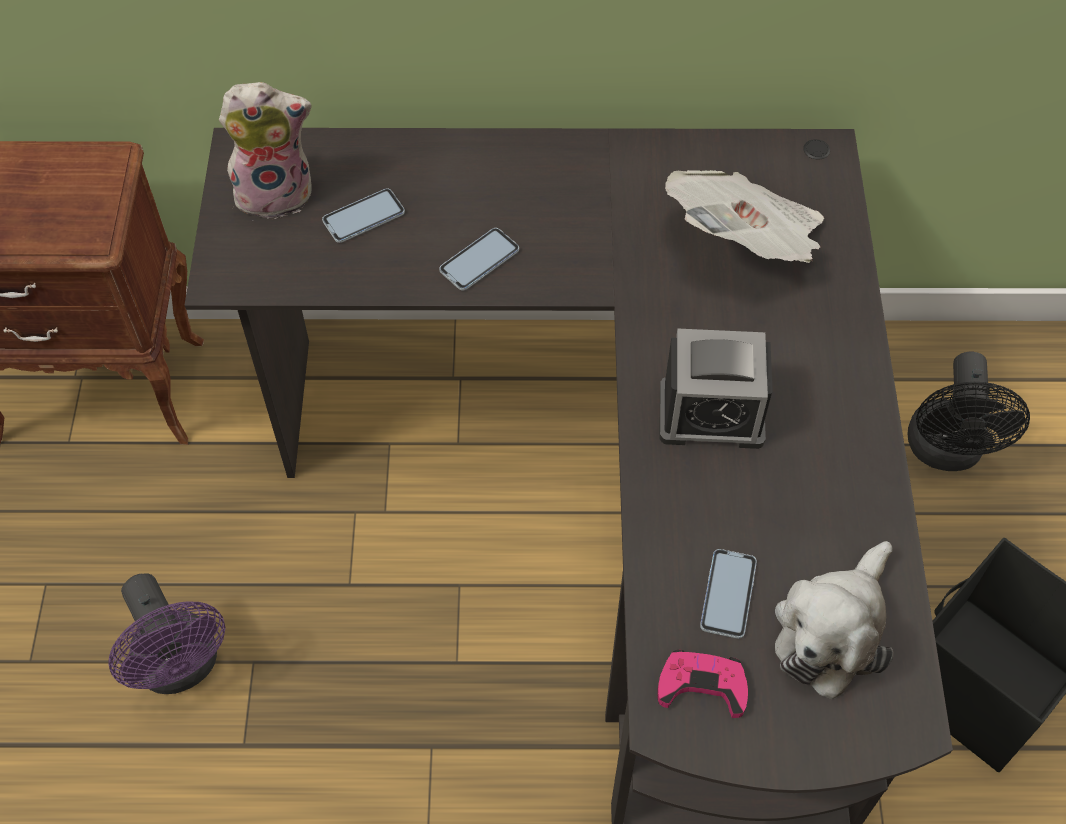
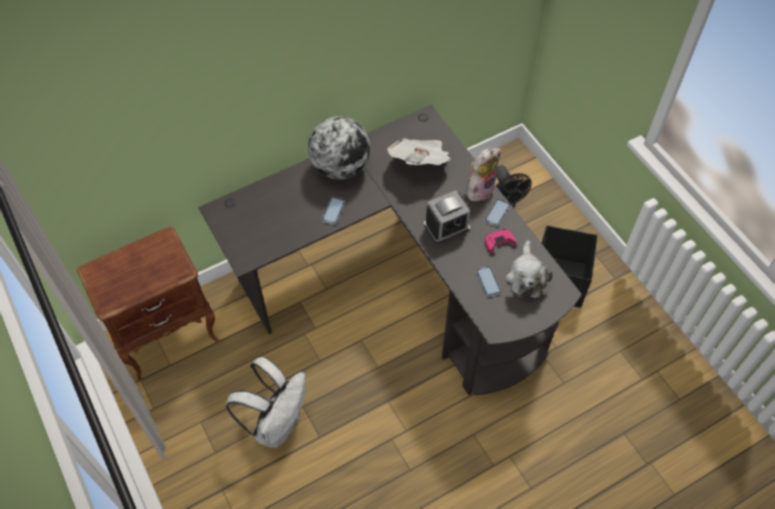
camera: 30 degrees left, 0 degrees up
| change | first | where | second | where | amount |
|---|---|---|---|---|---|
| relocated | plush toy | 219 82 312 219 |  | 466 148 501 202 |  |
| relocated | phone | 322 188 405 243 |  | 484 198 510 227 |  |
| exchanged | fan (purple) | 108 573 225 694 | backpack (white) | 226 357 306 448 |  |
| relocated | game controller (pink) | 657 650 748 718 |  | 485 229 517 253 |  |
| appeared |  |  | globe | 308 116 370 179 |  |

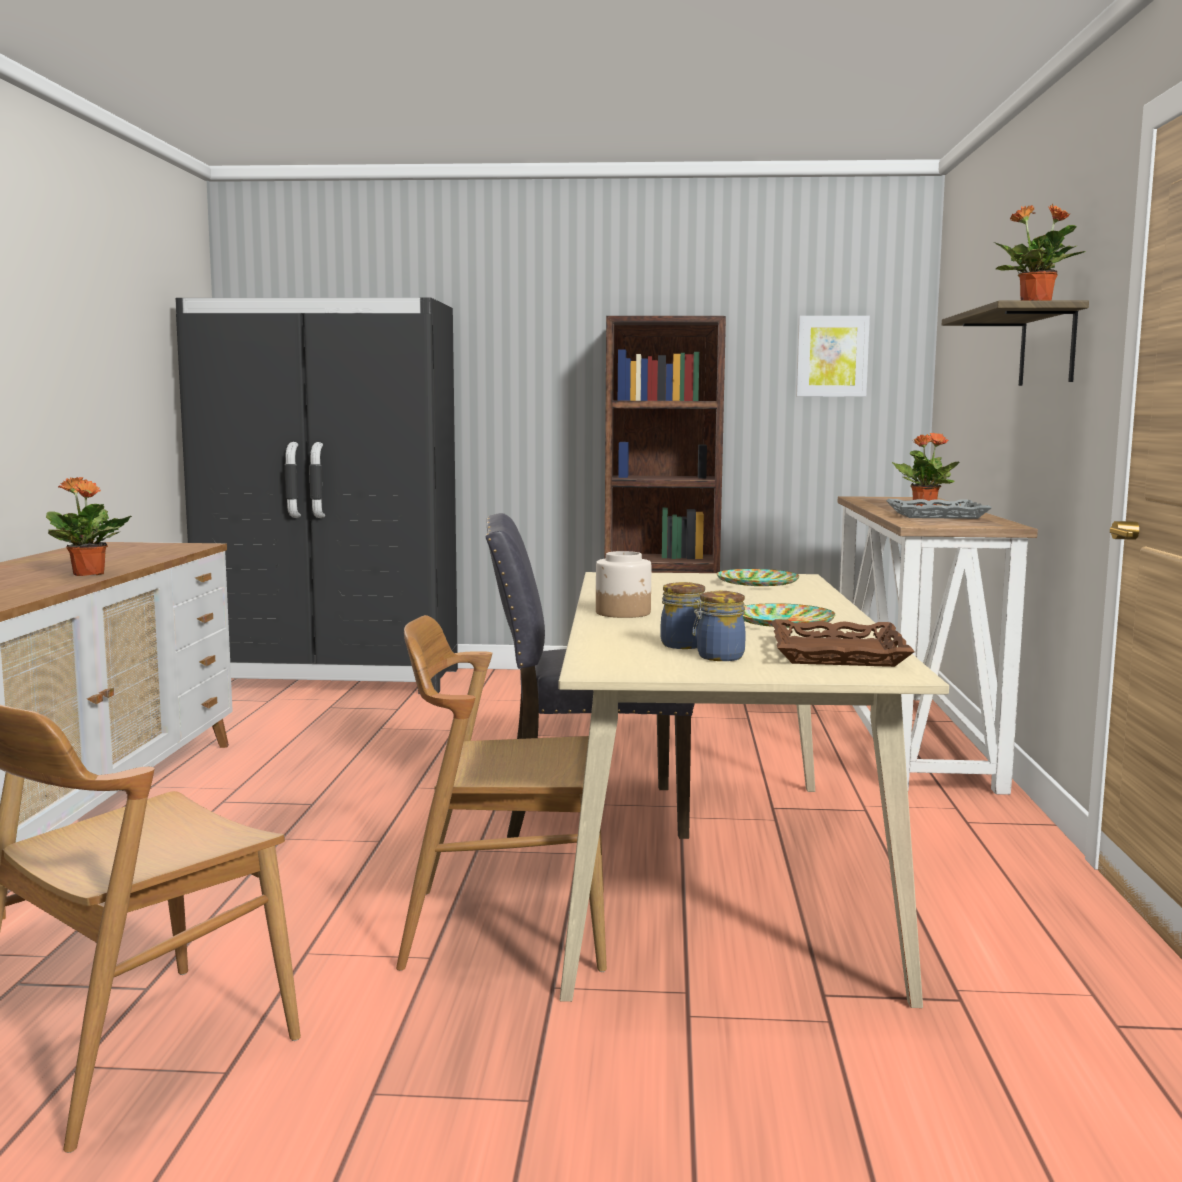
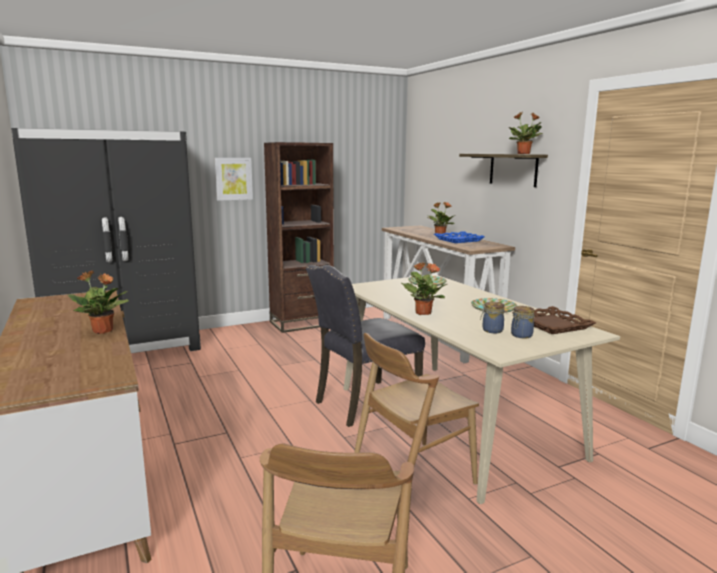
camera: 30 degrees left, 5 degrees up
| change | first | where | second | where | amount |
|---|---|---|---|---|---|
| relocated | picture | 796 316 870 397 |  | 214 158 253 201 |  |
| colour | tray (grey) | 886 499 992 519 | tray (blue) | 434 231 485 243 |  |
| exchanged | jar | 596 551 651 618 | potted plant | 401 262 447 315 |  |

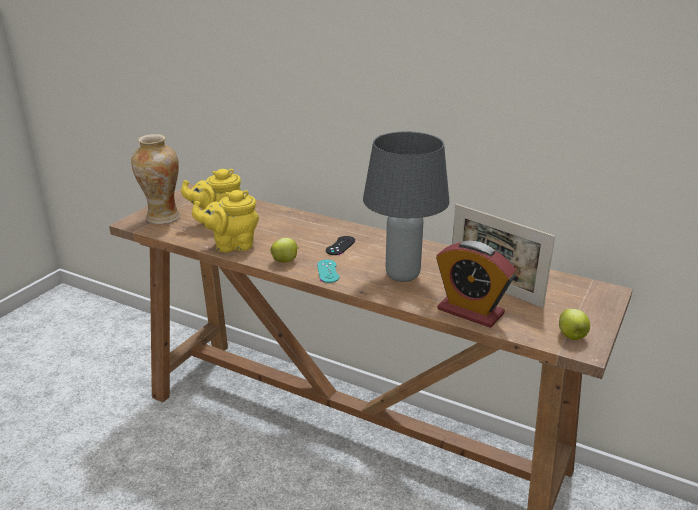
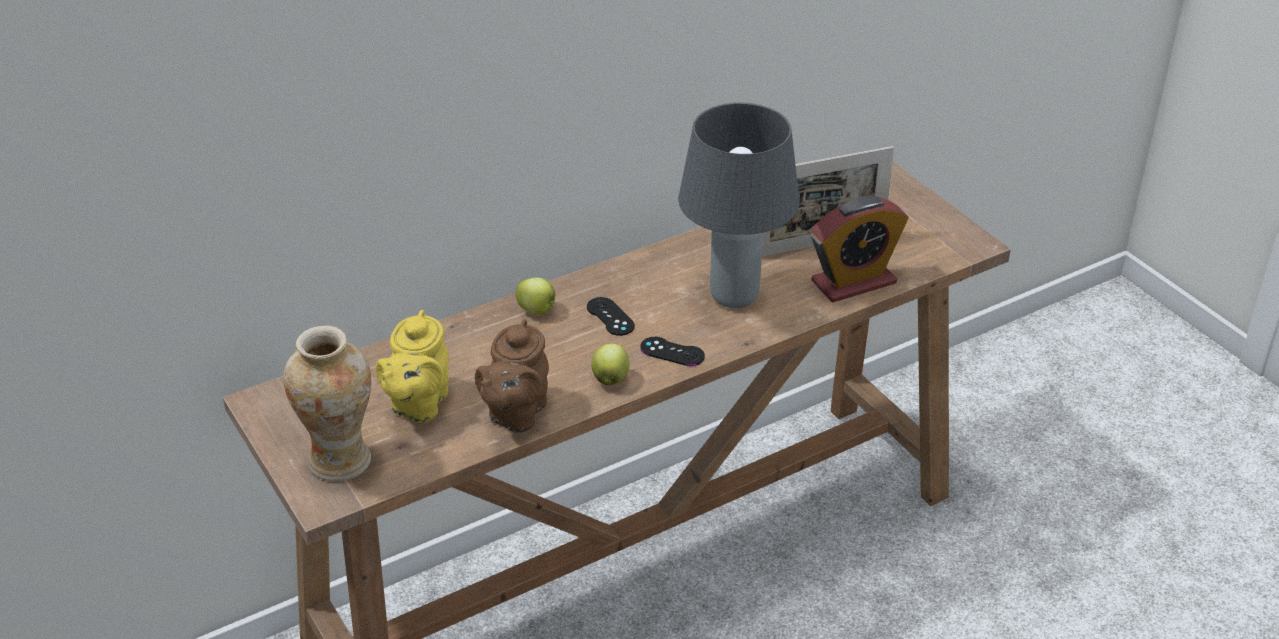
camera: 60 degrees left, 10 degrees up
| change | first | where | second | where | amount |
|---|---|---|---|---|---|
| colour | teapot (yellow) | 192 190 259 252 | teapot (brown) | 475 319 549 433 |  |
| colour | game controller (turquoise) | 317 260 339 283 | game controller (black) | 640 337 705 366 |  |
| relocated | apple | 559 309 590 340 |  | 515 278 555 314 |  |

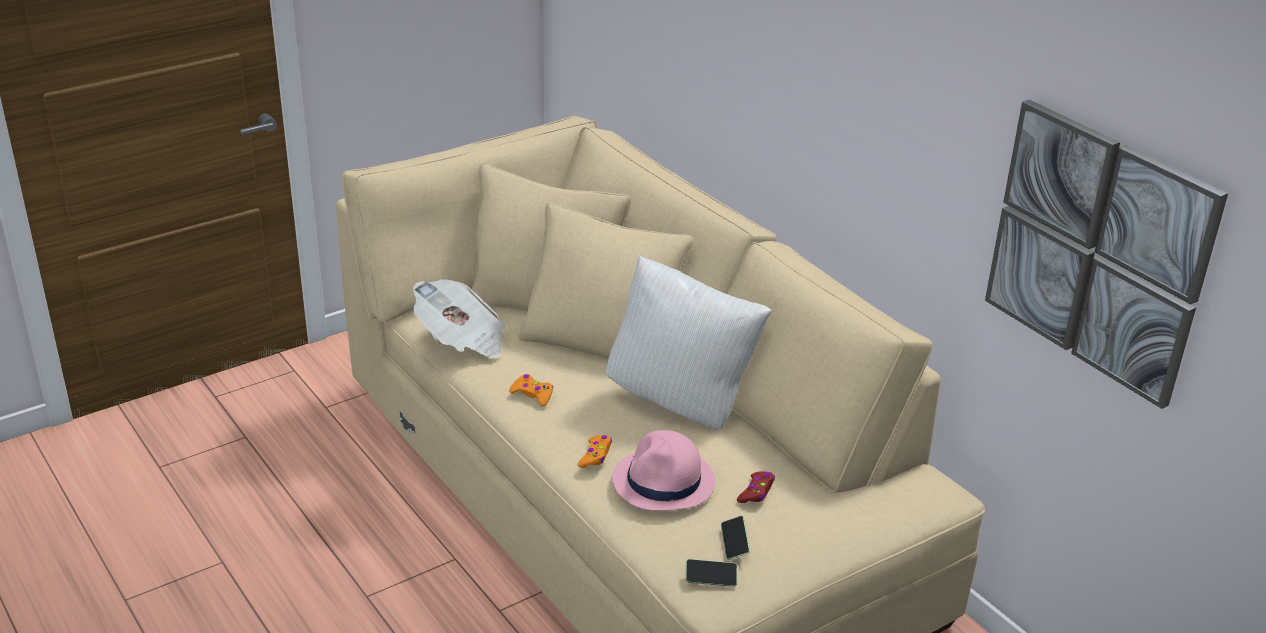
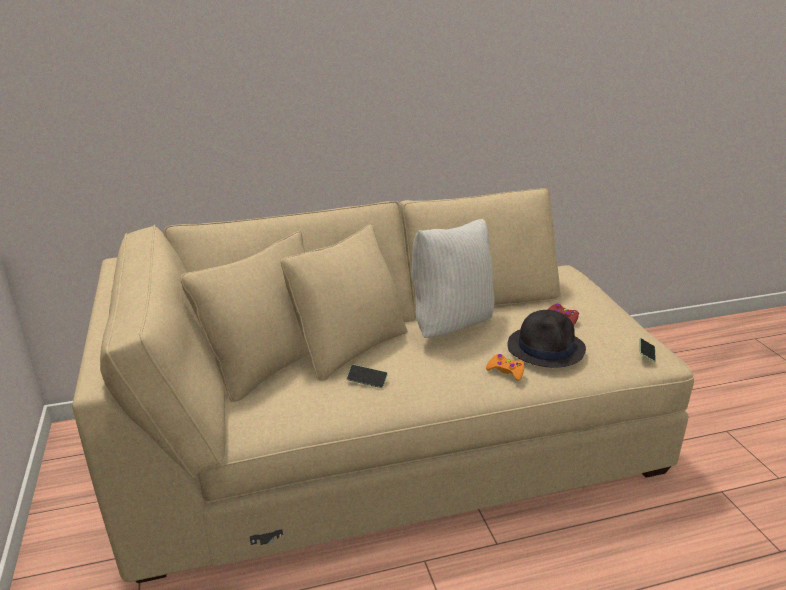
camera: 70 degrees left, 5 degrees down
| change | first | where | second | where | amount |
|---|---|---|---|---|---|
| missing | picture | 985 100 1228 409 |  |  |  |
| missing | newspaper | 413 279 506 359 |  |  |  |
| missing | game controller (orange) | 509 374 554 407 |  |  |  |
| colour | hat (pink) | 612 430 715 511 | hat (black) | 508 310 586 368 |  |
| relocated | phone | 721 516 750 560 |  | 347 364 388 388 |  |

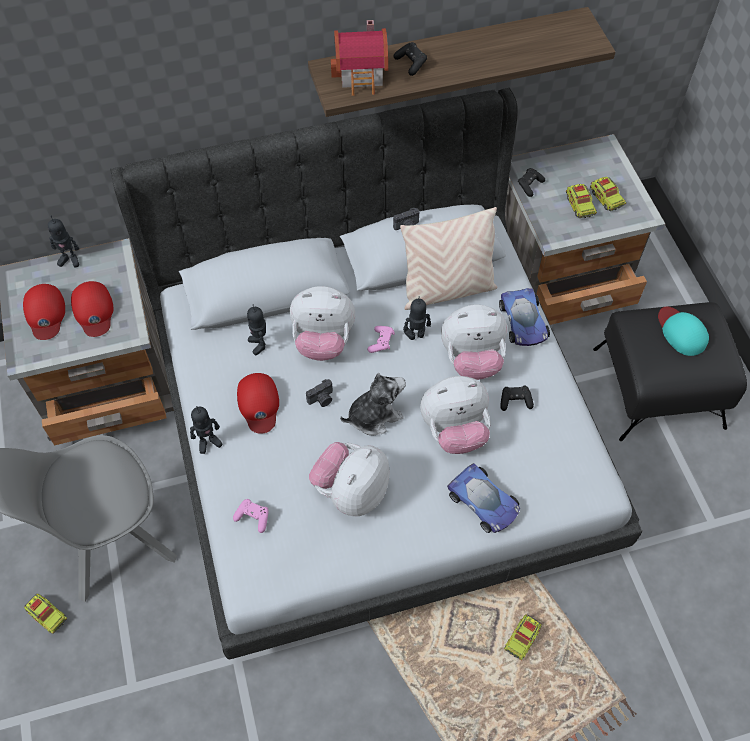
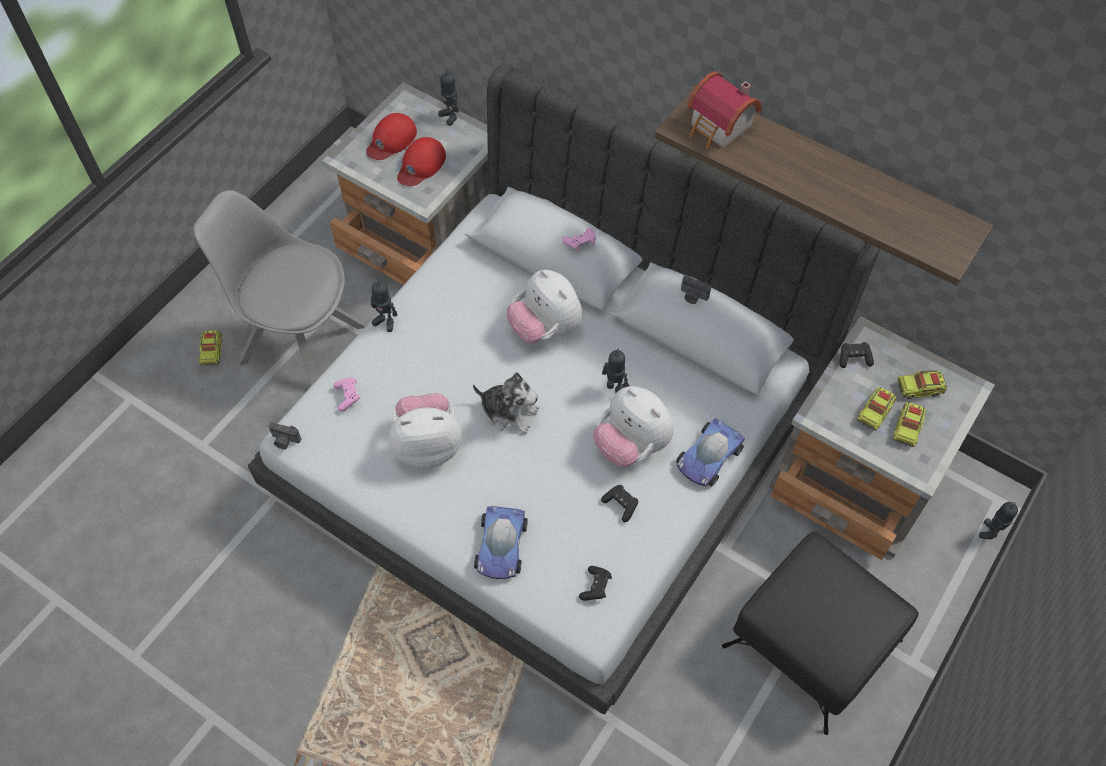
camera: 50 degrees right, 0 degrees up
| change | first | where | second | where | amount |
|---|---|---|---|---|---|
| relocated | game controller (black) | 393 42 427 76 |  | 579 566 612 601 |  |
| missing | pillow (beige) | 400 207 498 310 |  |  |  |
| relocated | toy robot | 247 305 266 355 |  | 979 502 1018 539 |  |
| missing | cap (turquoise) | 658 307 709 356 |  |  |  |
| relocated | game controller (pink) | 367 326 395 353 |  | 562 228 596 251 |  |
| missing | cap (red) | 237 373 279 434 |  |  |  |
| missing | plush toy | 420 376 491 454 |  |  |  |
| relocated | photo camera | 306 379 333 407 |  | 268 422 301 449 |  |
| relocated | toy truck | 504 614 542 661 |  | 897 370 947 399 |  |

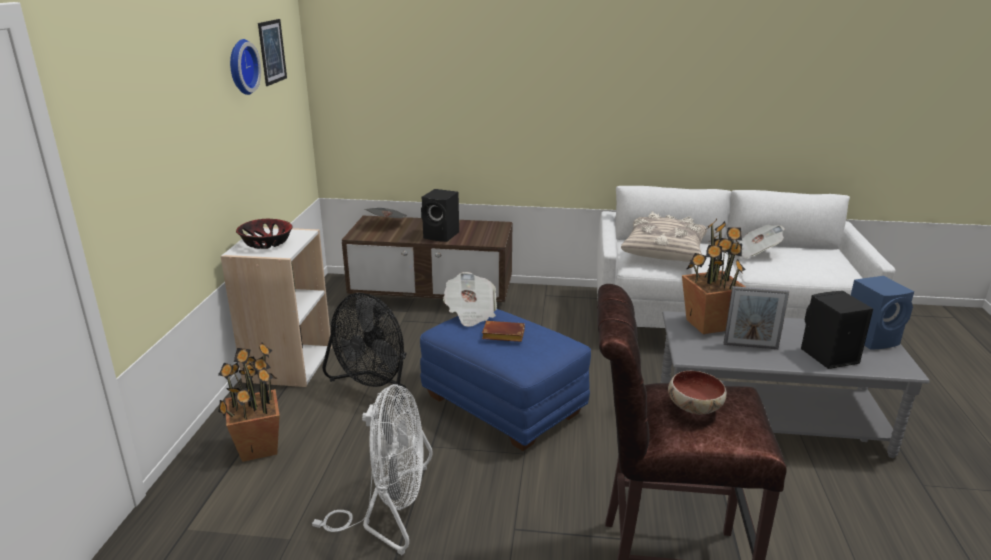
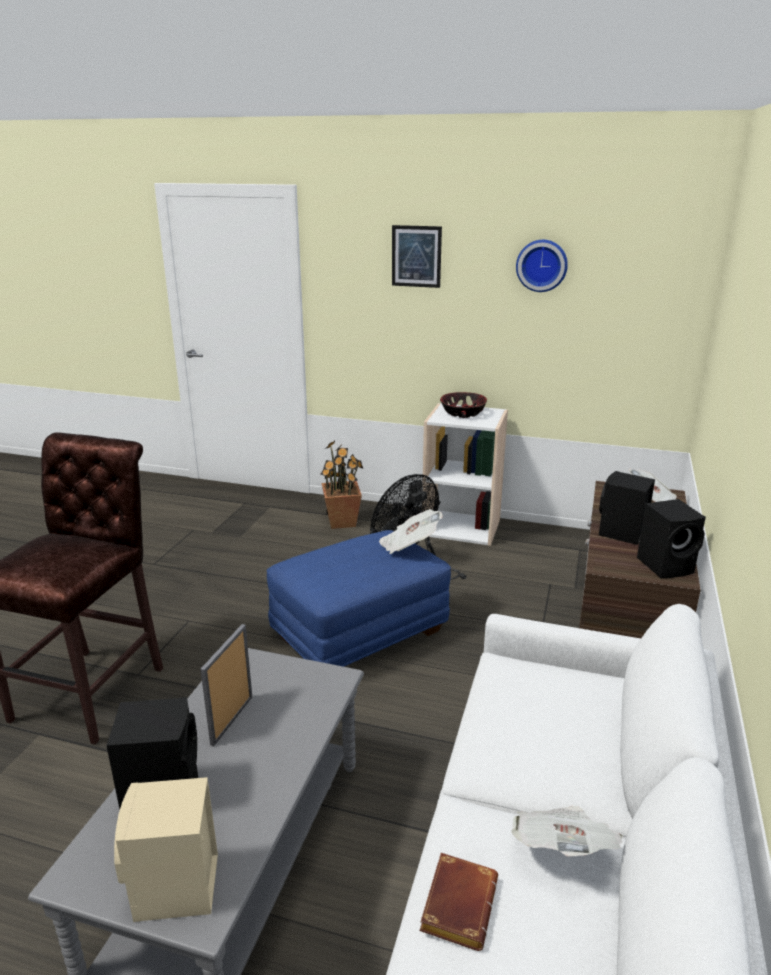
camera: 100 degrees right, 0 degrees up
| change | first | where | second | where | amount |
|---|---|---|---|---|---|
| relocated | picture | 258 19 287 86 |  | 392 225 442 288 |  |
| missing | pillow (beige) | 621 211 707 262 |  |  |  |
| missing | potted plant | 682 219 746 334 |  |  |  |
| colour | speaker (blue) | 851 276 914 350 | speaker (beige) | 114 777 218 922 |  |
| relocated | book (brown) | 482 321 525 342 |  | 420 853 498 951 |  |
| missing | bowl | 668 371 727 415 |  |  |  |
| missing | fan (white) | 311 384 432 555 |  |  |  |
| appeared |  |  | speaker (black) | 637 499 706 578 |  |

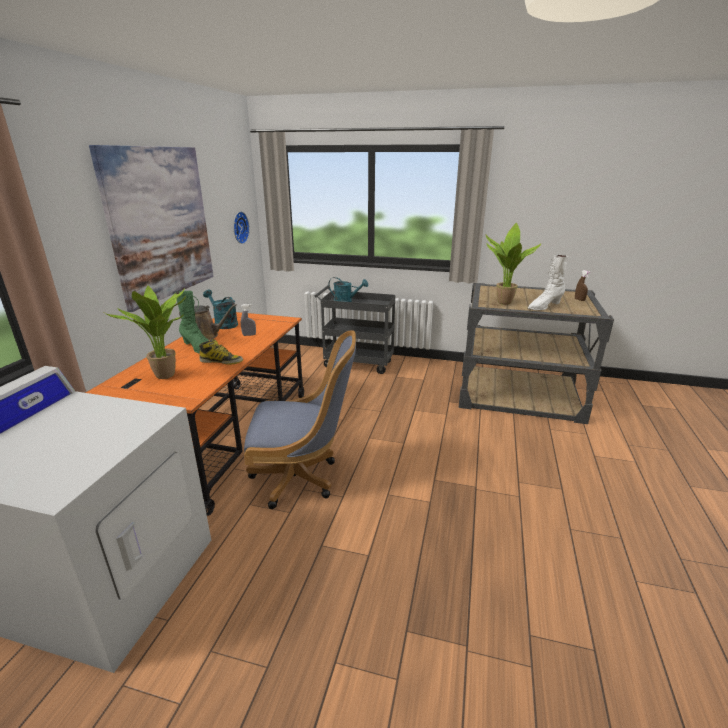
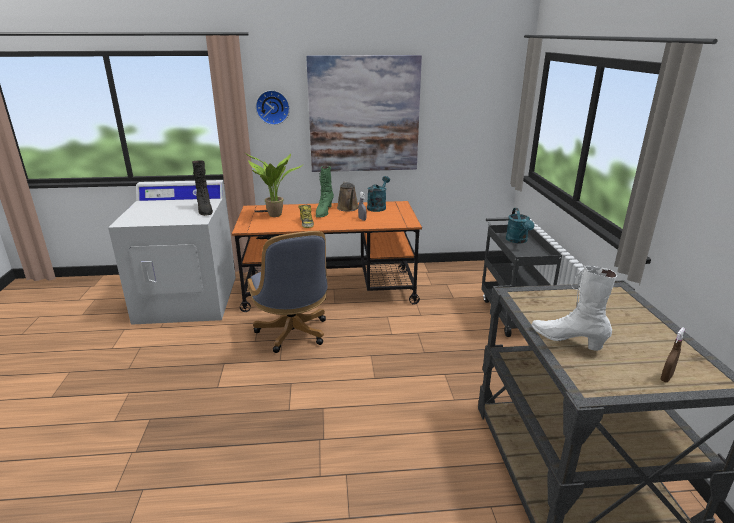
camera: 70 degrees right, 0 degrees up
| change | first | where | second | where | amount |
|---|---|---|---|---|---|
| relocated | wall clock | 233 212 250 244 |  | 256 90 290 125 |  |
| missing | potted plant | 485 223 542 305 |  |  |  |
| appeared |  |  | boot (black) | 192 160 213 216 |  |

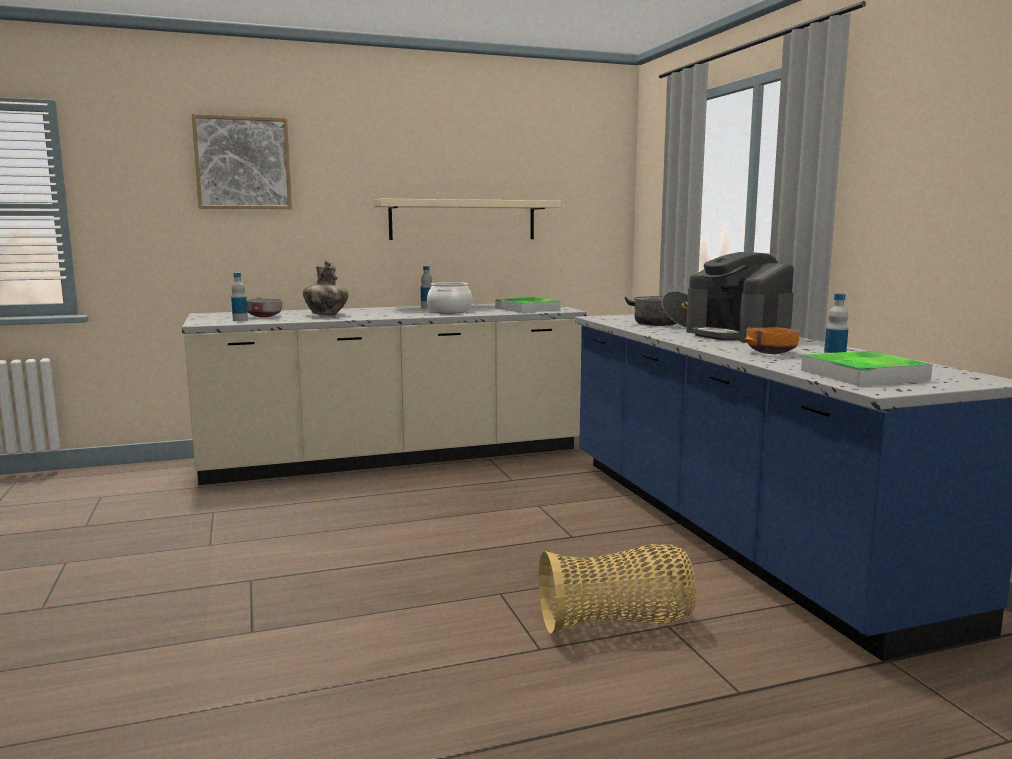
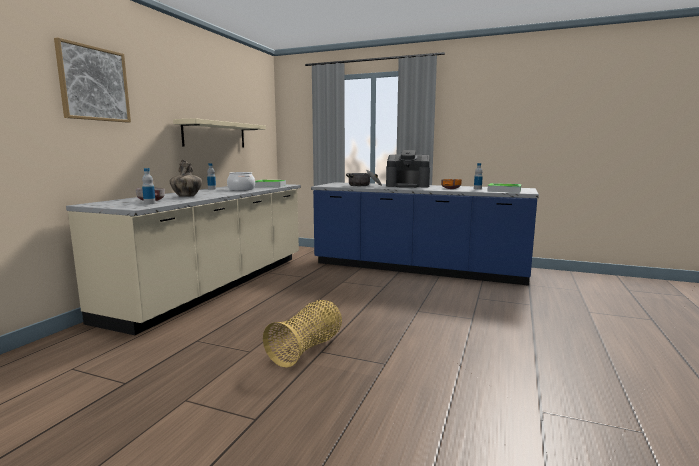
camera: 50 degrees left, 0 degrees up
| change | first | where | second | where | amount |
|---|---|---|---|---|---|
| relocated | basket | 539 544 696 634 |  | 263 300 342 368 |  |

